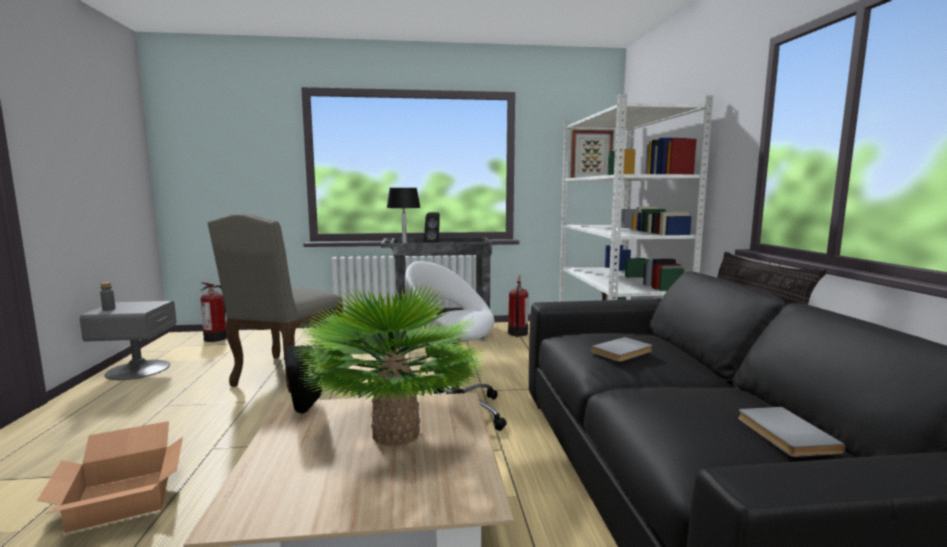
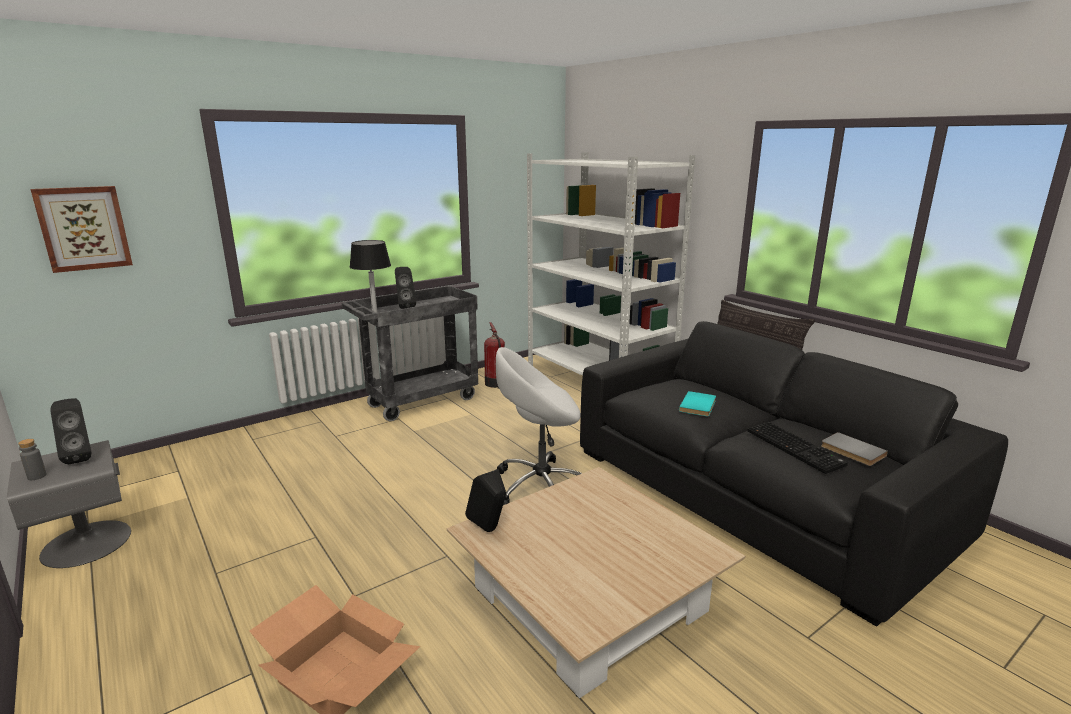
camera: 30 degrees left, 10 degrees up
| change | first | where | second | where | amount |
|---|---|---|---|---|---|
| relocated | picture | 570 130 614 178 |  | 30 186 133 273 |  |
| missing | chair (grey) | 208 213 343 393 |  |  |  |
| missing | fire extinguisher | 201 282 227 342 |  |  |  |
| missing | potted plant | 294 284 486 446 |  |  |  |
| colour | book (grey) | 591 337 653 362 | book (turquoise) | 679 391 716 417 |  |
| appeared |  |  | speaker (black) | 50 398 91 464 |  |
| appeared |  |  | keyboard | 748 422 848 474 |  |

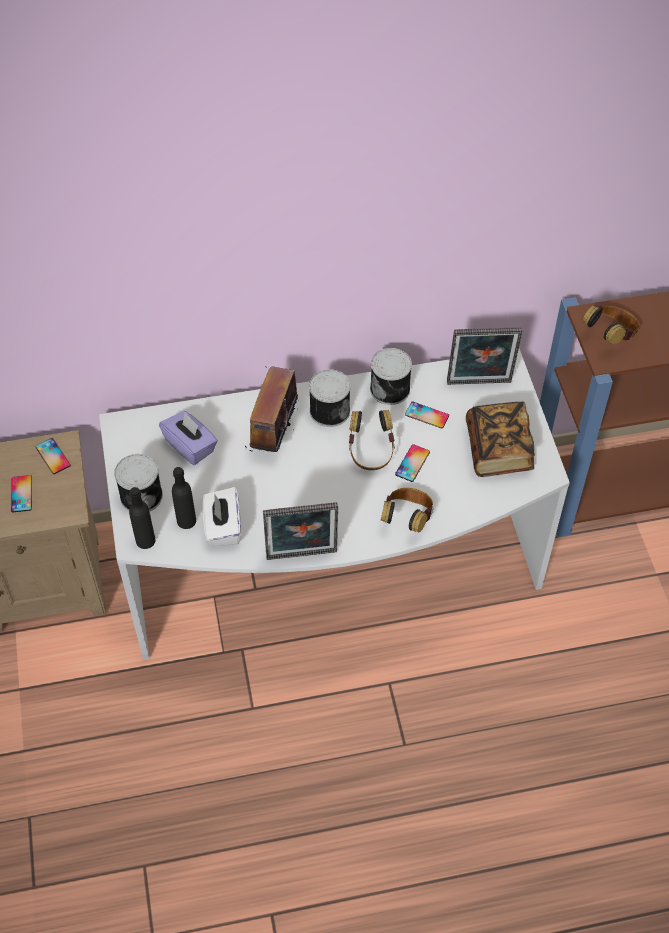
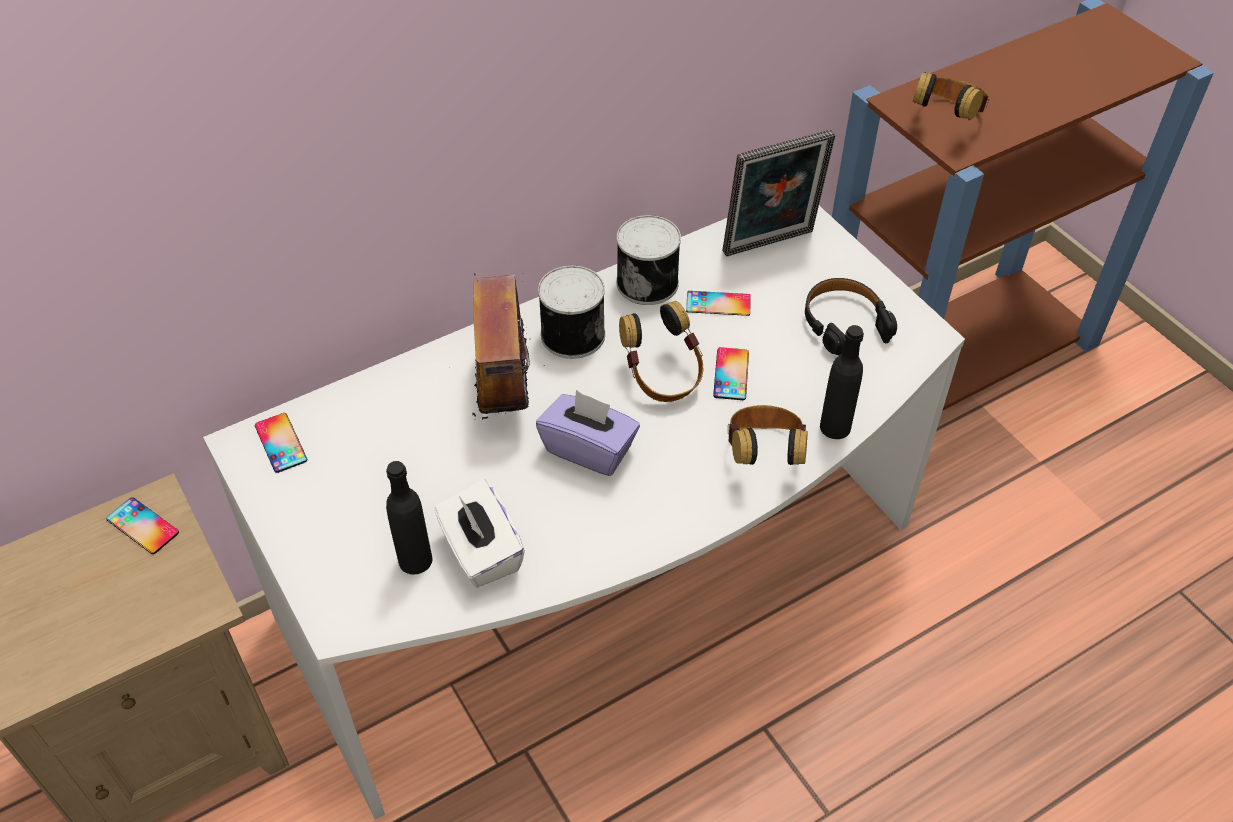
camera: 20 degrees left, 5 degrees down
| change | first | where | second | where | amount |
|---|---|---|---|---|---|
| exchanged | book | 466 402 535 477 | headphones (black) | 805 278 897 355 |  |
| relocated | tissue box (purple) | 159 411 218 465 |  | 536 390 640 476 |  |
| missing | can | 114 454 163 512 |  |  |  |
| relocated | phone | 11 475 32 512 |  | 255 413 307 473 |  |
| relocated | bottle (black) | 129 487 156 549 |  | 820 325 864 439 |  |
| missing | picture frame | 263 502 338 560 |  |  |  |

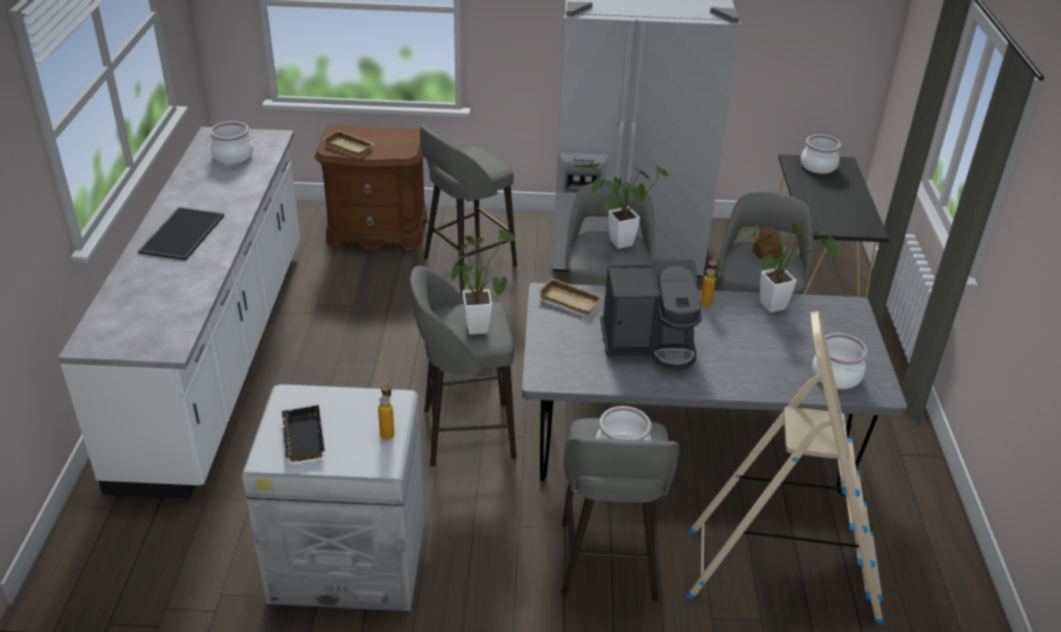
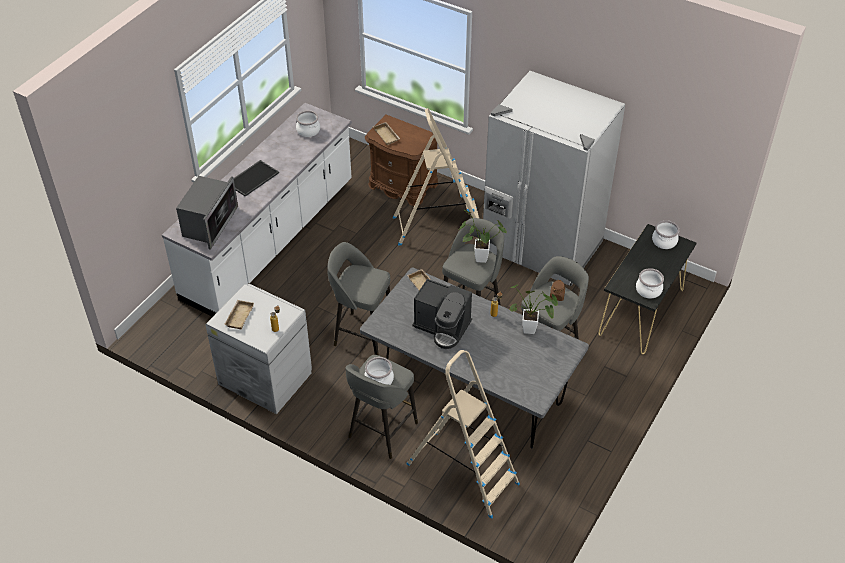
camera: 30 degrees right, 10 degrees up
| change | first | where | second | where | amount |
|---|---|---|---|---|---|
| exchanged | stool (grey) | 420 126 517 290 | step ladder (beige) | 393 108 479 246 |  |
| missing | potted plant | 451 229 515 335 |  |  |  |
| relocated | cooking pot | 812 333 868 389 |  | 636 268 664 298 |  |
| colour | tray (black) | 282 405 325 462 | tray (beige) | 224 300 254 329 |  |
| appeared |  |  | microwave | 176 176 238 250 |  |

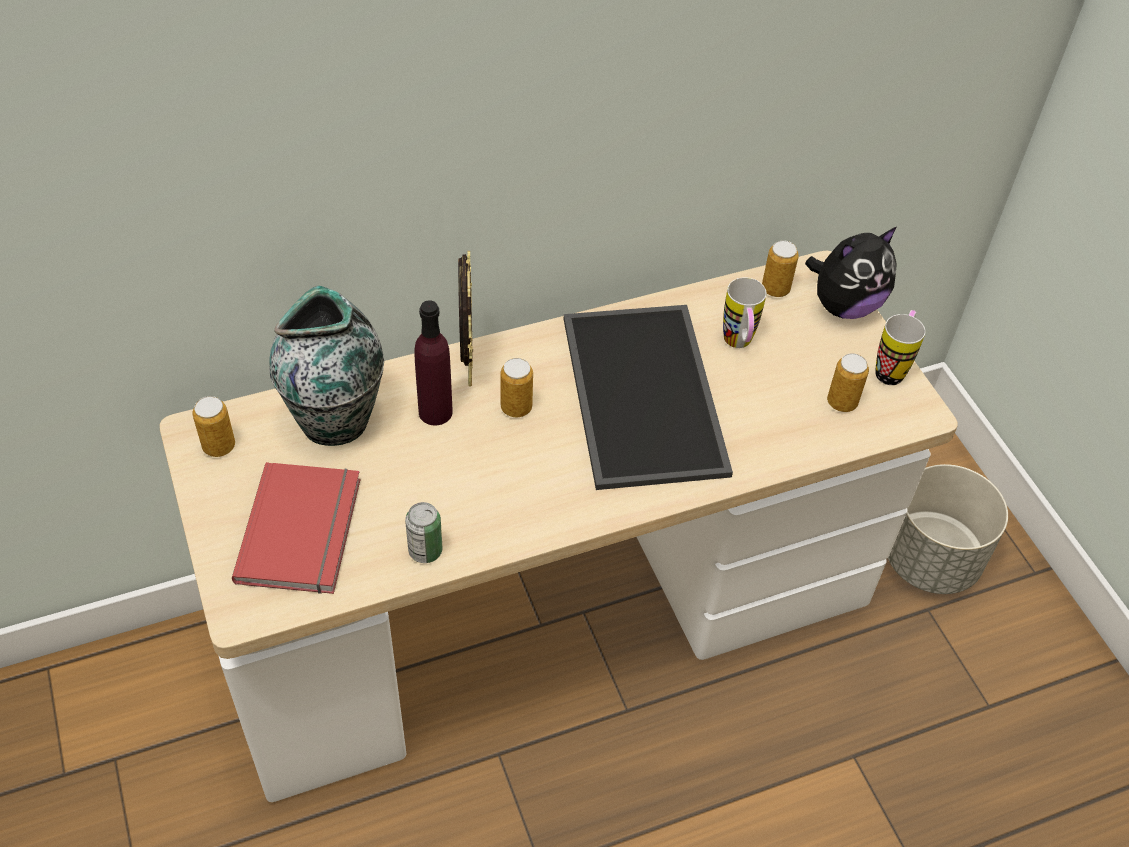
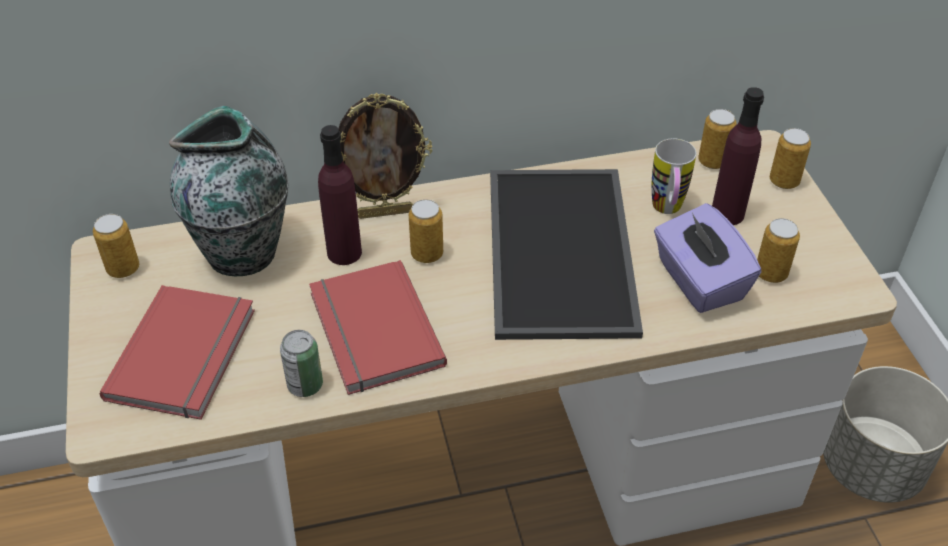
camera: 10 degrees right, 5 degrees down
| change | first | where | second | where | amount |
|---|---|---|---|---|---|
| exchanged | plush toy | 805 227 897 319 | can | 770 128 811 189 |  |
| spun | picture frame | 458 251 473 387 |  | 338 93 432 219 | 75 degrees clockwise |
| missing | mug | 875 310 925 385 |  |  |  |
| appeared |  |  | bottle (purple) | 712 87 764 225 |  |
| appeared |  |  | tissue box (purple) | 654 203 761 313 |  |
| appeared |  |  | book (red) | 309 260 447 395 |  |

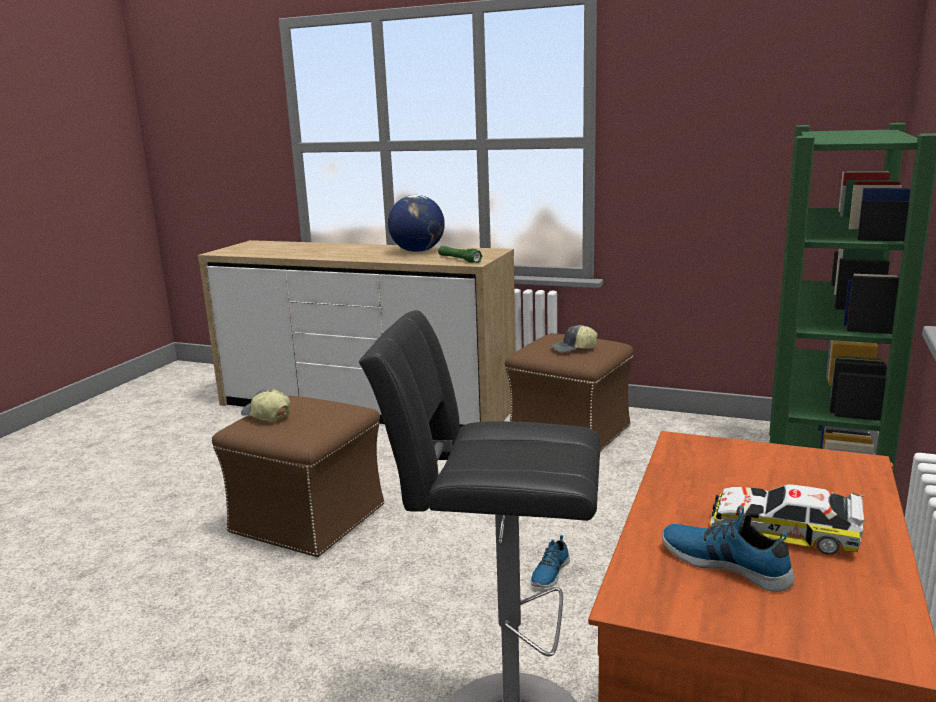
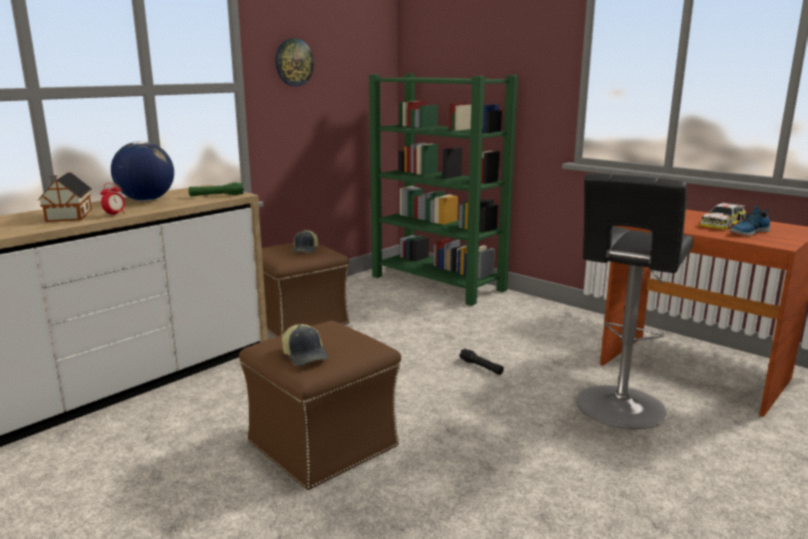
camera: 70 degrees left, 0 degrees up
| change | first | where | second | where | amount |
|---|---|---|---|---|---|
| spun | cap | 241 389 290 422 |  | 282 324 328 366 | 90 degrees counterclockwise |
| exchanged | shoe | 531 535 570 588 | flashlight (black) | 459 349 504 375 |  |
| appeared |  |  | wall clock | 275 38 314 86 |  |
| appeared |  |  | toy house | 38 173 92 222 |  |
| appeared |  |  | alarm clock | 100 183 125 217 |  |

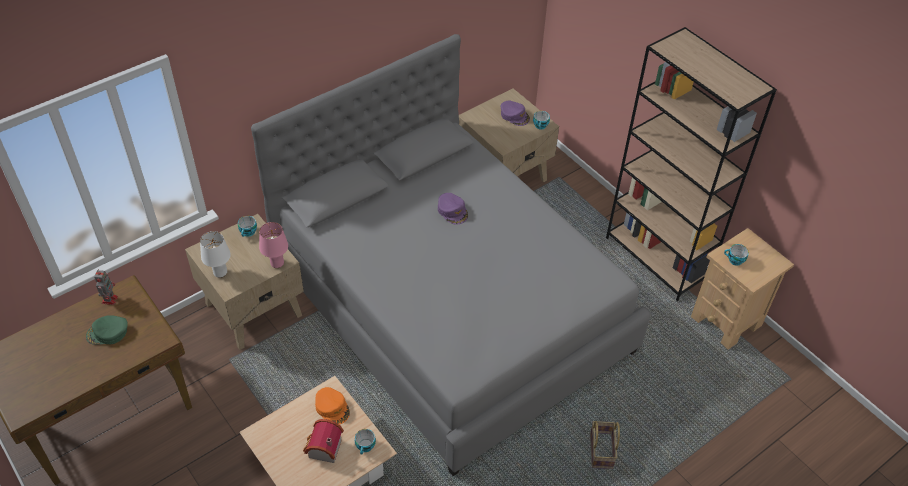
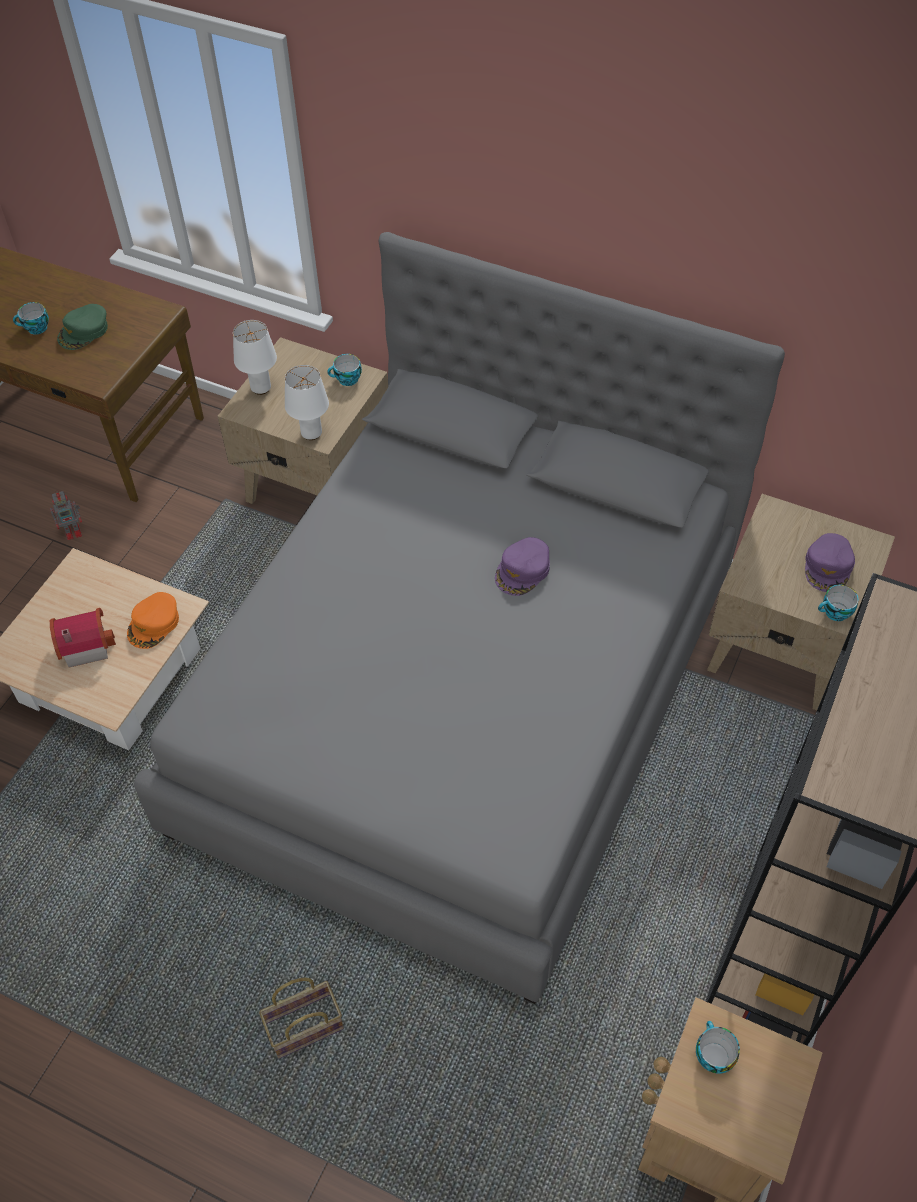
camera: 65 degrees right, 5 degrees up
| change | first | where | second | where | amount |
|---|---|---|---|---|---|
| colour | table lamp (pink) | 259 222 288 268 | table lamp (white) | 285 365 329 440 |  |
| relocated | toy robot | 94 269 118 305 |  | 50 491 82 540 |  |
| spun | cap (green) | 86 315 128 345 |  | 57 304 108 350 | 105 degrees counterclockwise |
| relocated | cup | 355 429 376 455 |  | 13 302 49 335 |  |

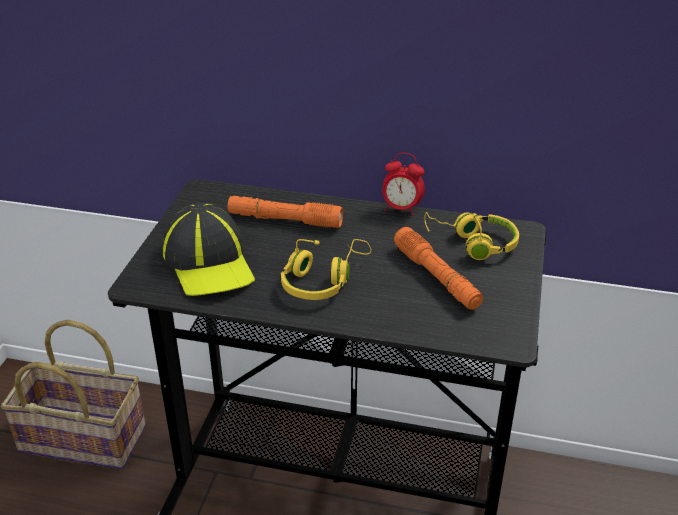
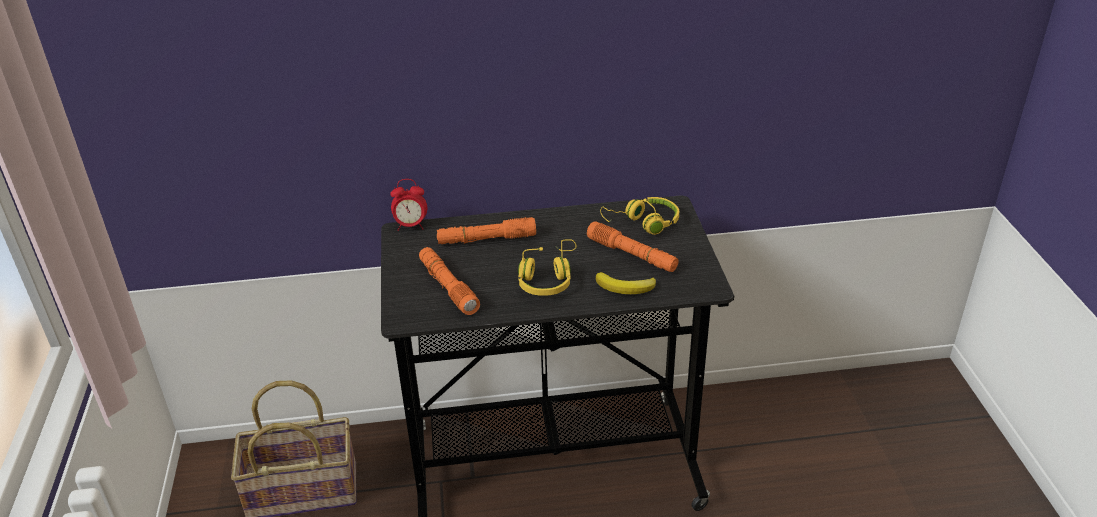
camera: 20 degrees left, 0 degrees up
| change | first | where | second | where | amount |
|---|---|---|---|---|---|
| relocated | alarm clock | 383 153 425 216 |  | 390 179 427 231 |  |
| exchanged | cap | 162 203 255 296 | flashlight (orange) | 419 247 480 315 |  |
| appeared |  |  | banana | 596 272 656 294 |  |

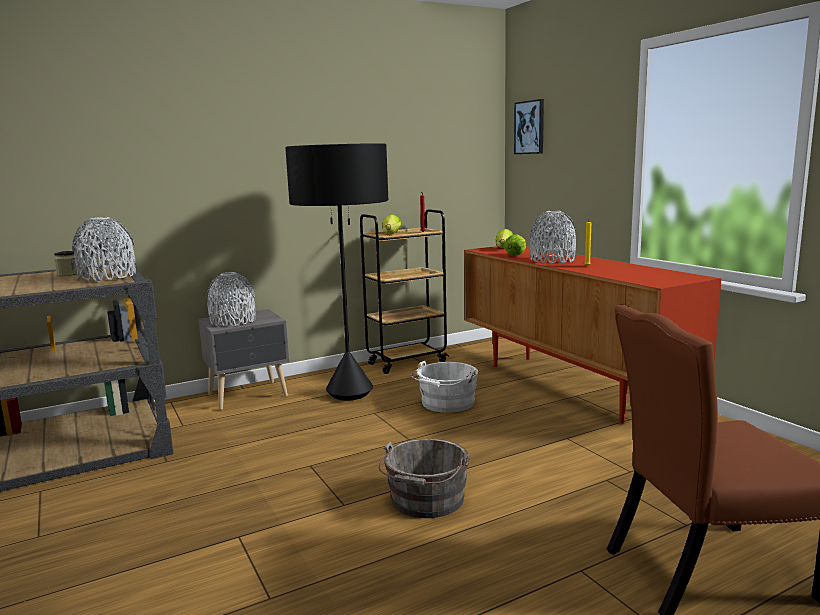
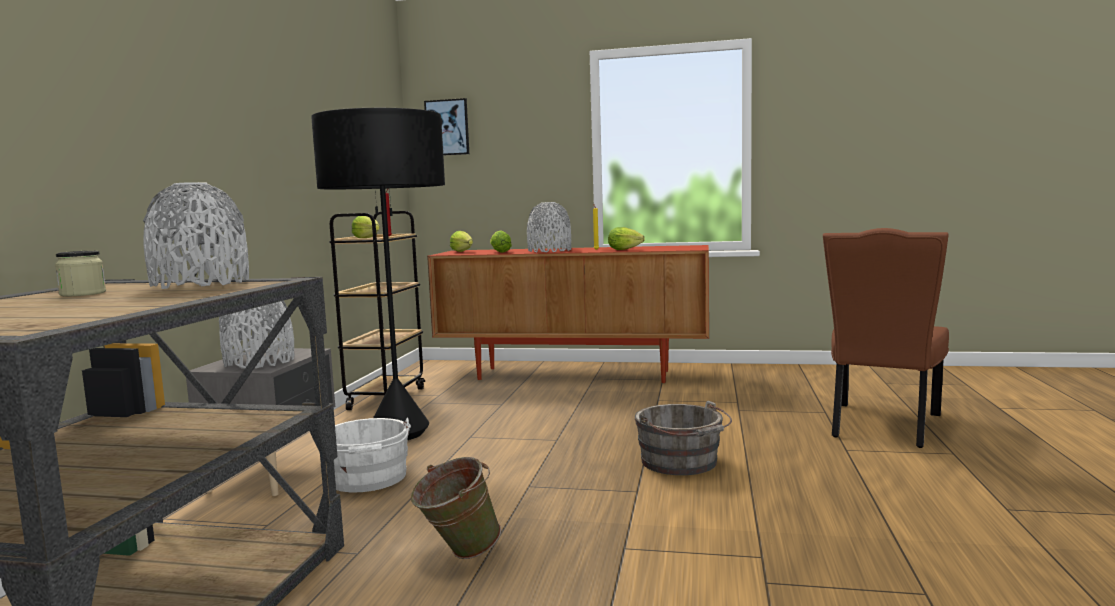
camera: 50 degrees left, 5 degrees down
| change | first | where | second | where | amount |
|---|---|---|---|---|---|
| relocated | bucket (white) | 412 360 478 413 |  | 334 417 411 492 |  |
| appeared |  |  | lettuce | 608 227 645 250 |  |
| appeared |  |  | bucket (green) | 411 457 501 559 |  |

